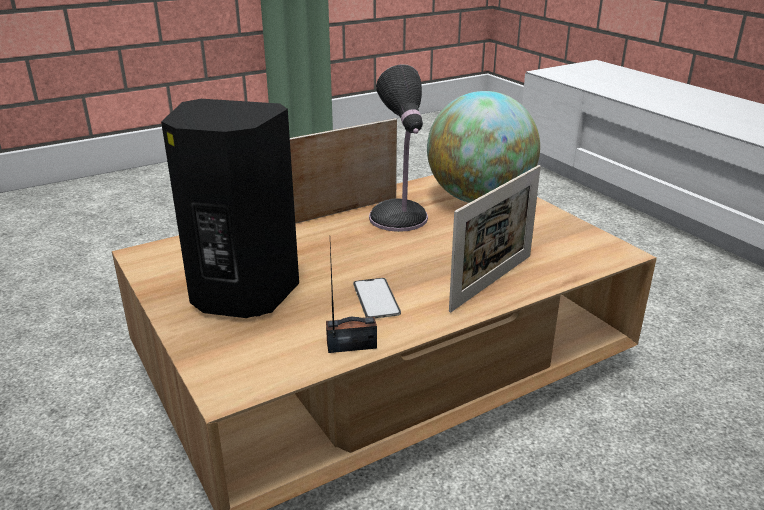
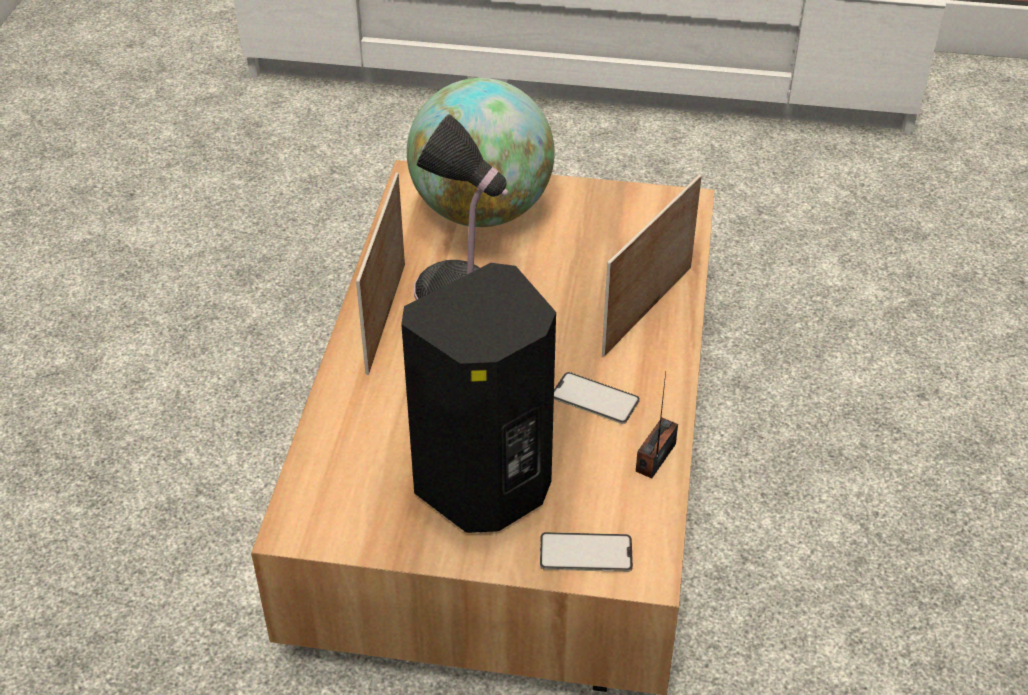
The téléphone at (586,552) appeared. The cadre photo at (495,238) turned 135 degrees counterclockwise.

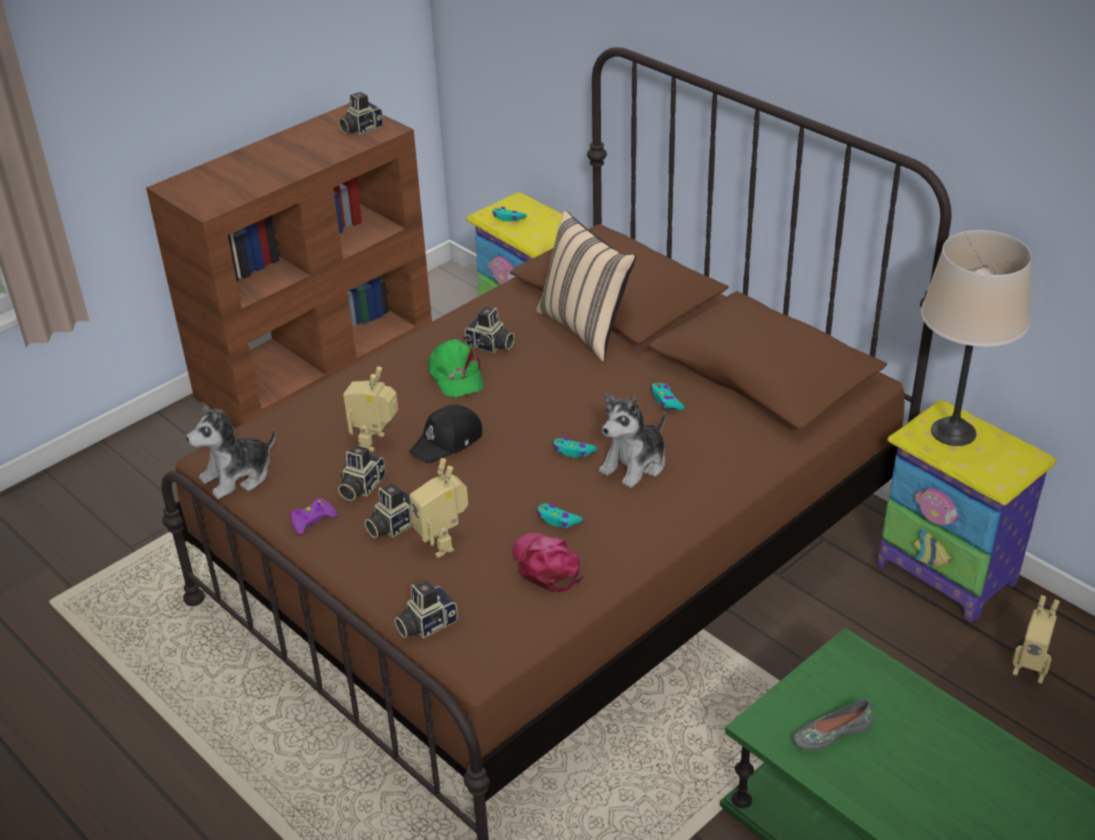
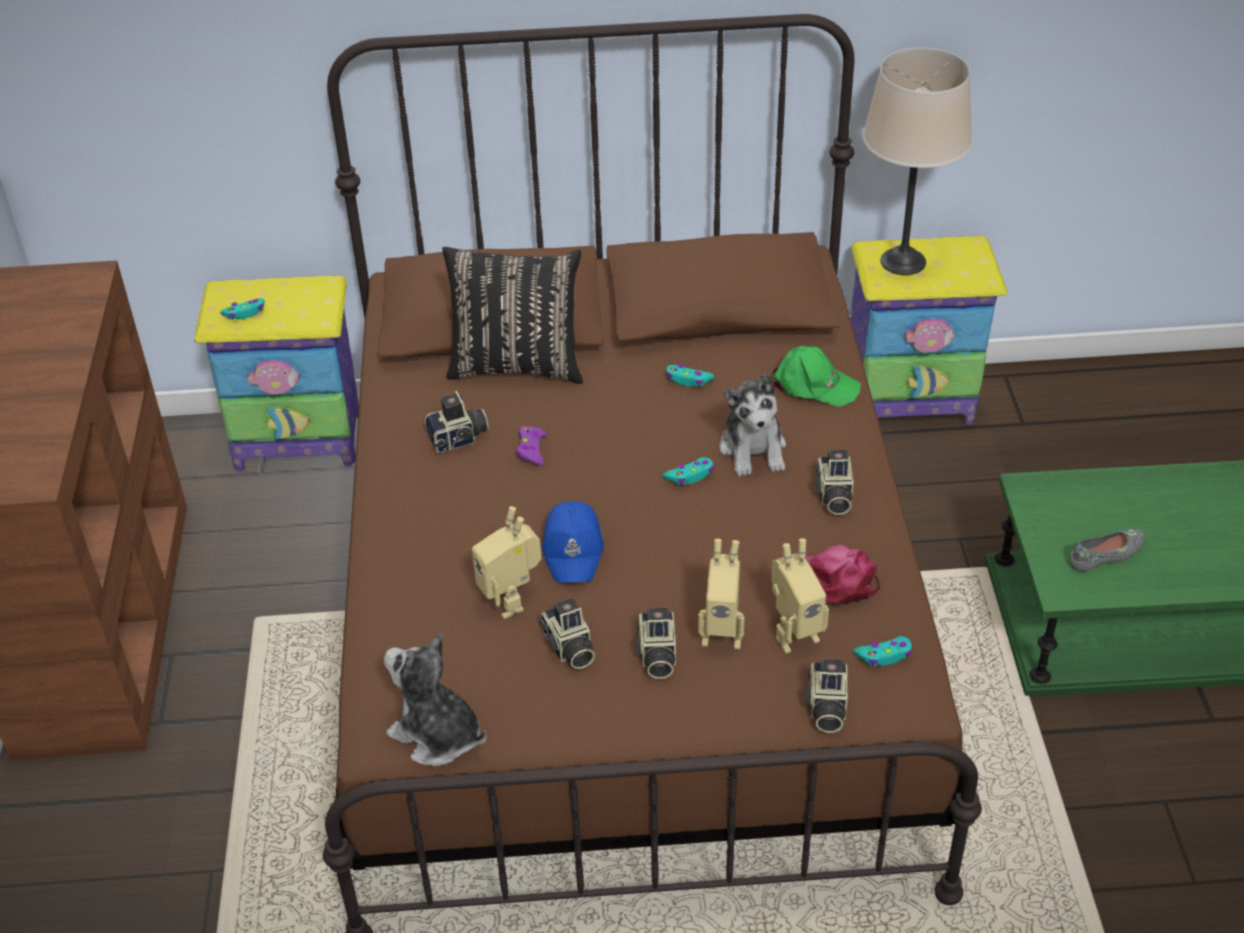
The peluche at (231,450) turned 120 degrees clockwise. The coussin/beige at (586,286) became the coussin/noir at (512,315). The manette/violet moved from (313,516) to (531,446). The casquette/noir at (445,434) became the casquette/bleu at (573,542). The robot jouet moved from (1036,639) to (800,596). The casquette/vert moved from (455,368) to (816,376). The appareil photo moved from (361,113) to (834,482). The manette/turquoise moved from (560,515) to (883,651). The chaussure/gris at (833,724) turned 135 degrees counterclockwise.

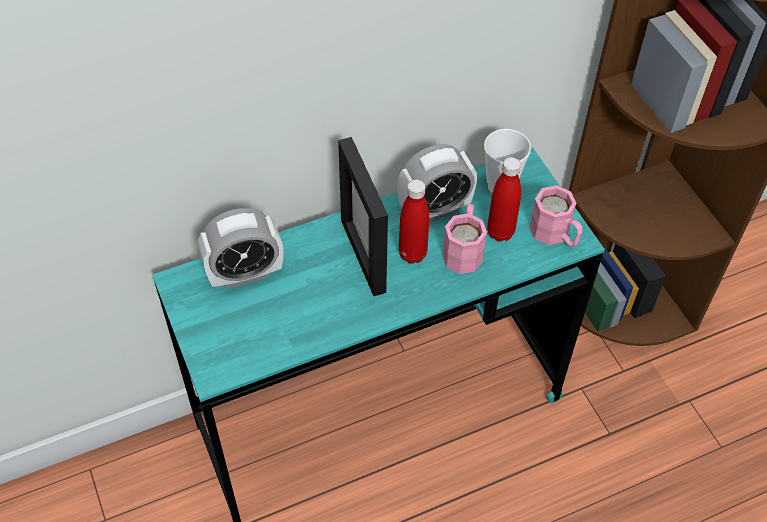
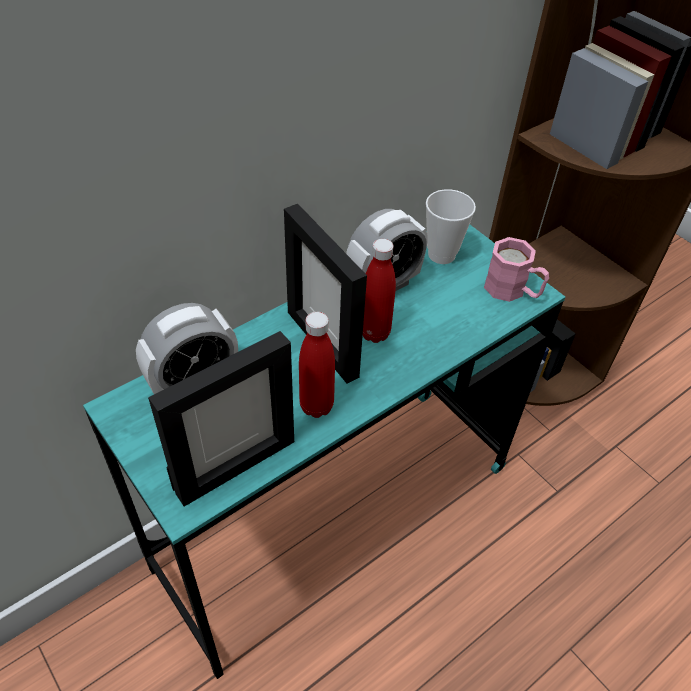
The cadre photo at (221,419) appeared. The bouteille/rouge moved from (504,199) to (317,365). The mug/rose at (464,239) disappeared.

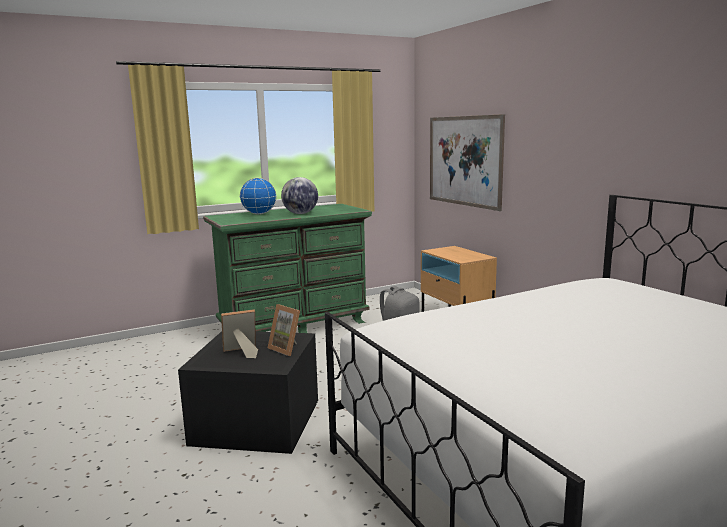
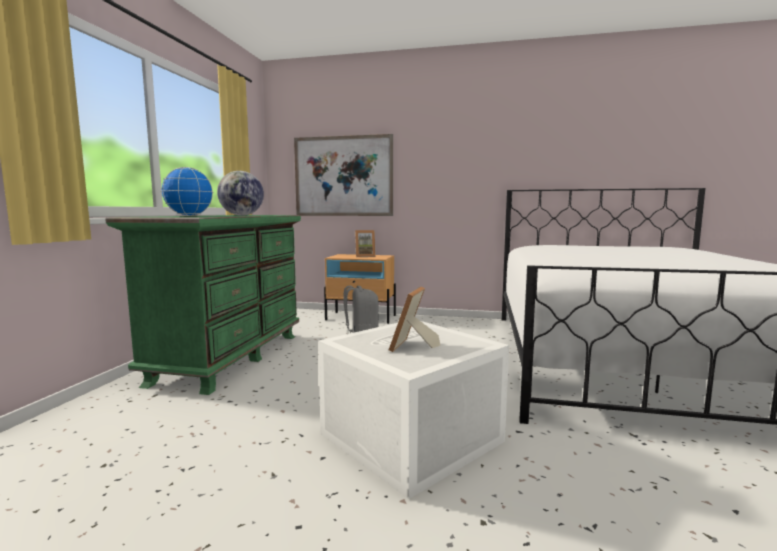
The boîte de rangement/noir at (248,392) became the boîte de rangement/blanc at (413,410). The cadre photo moved from (284,330) to (365,243).

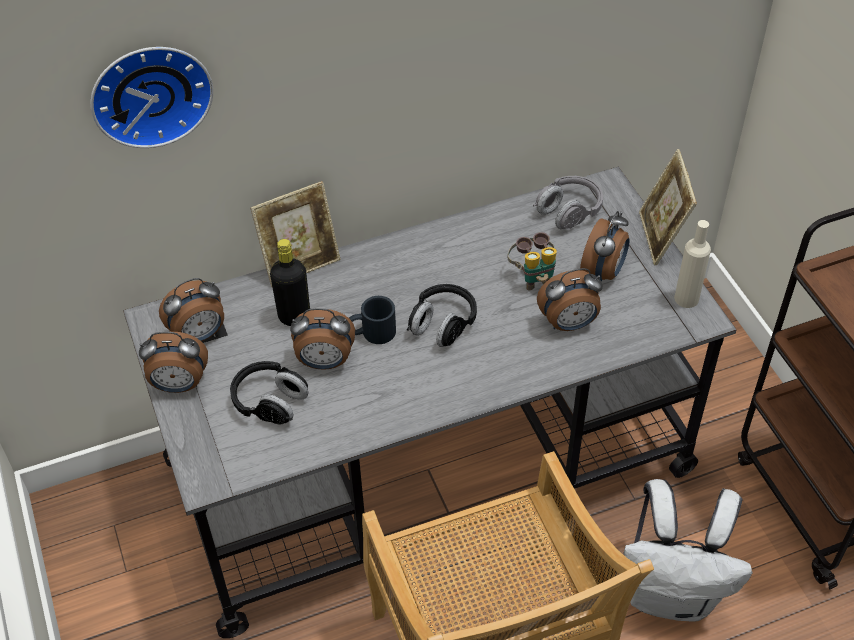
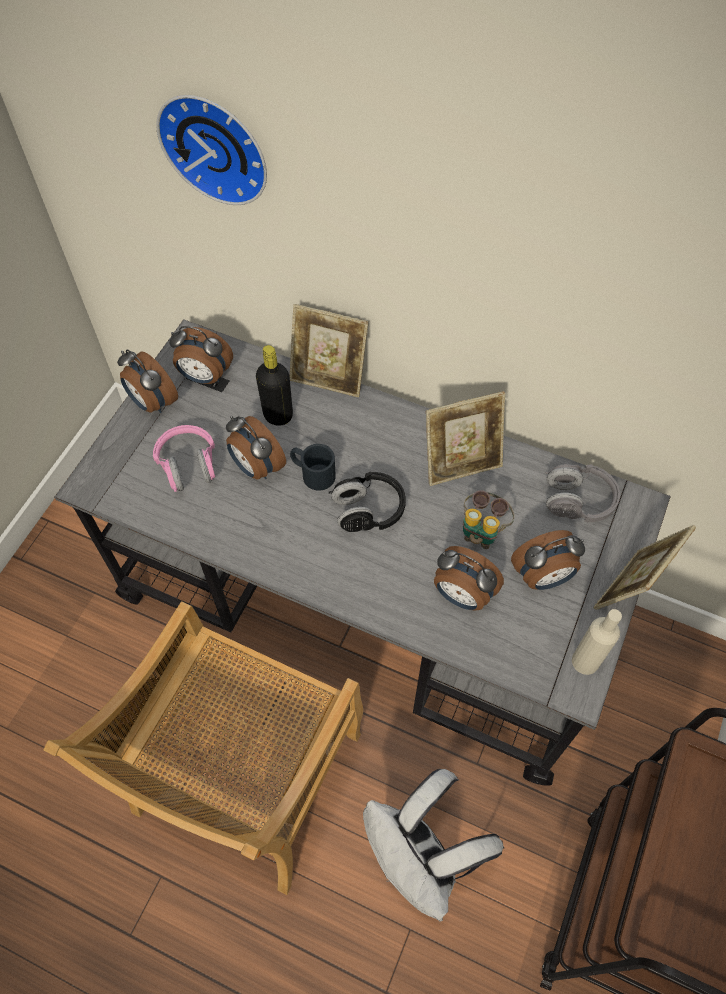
The casque audio/noir at (269,393) became the casque audio/rose at (184,458). The cadre photo at (465,438) appeared.

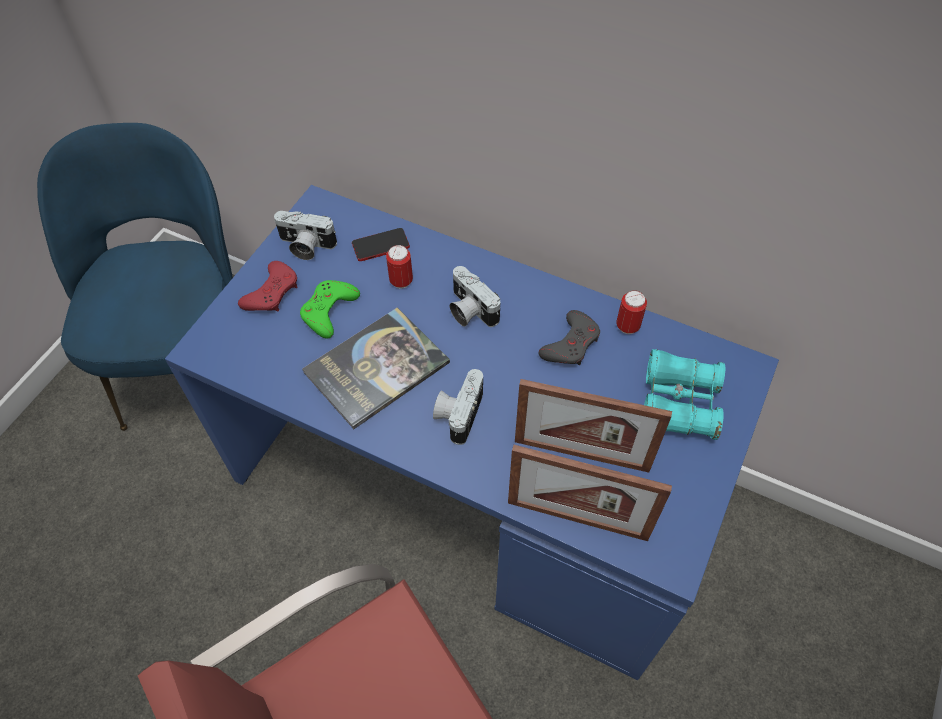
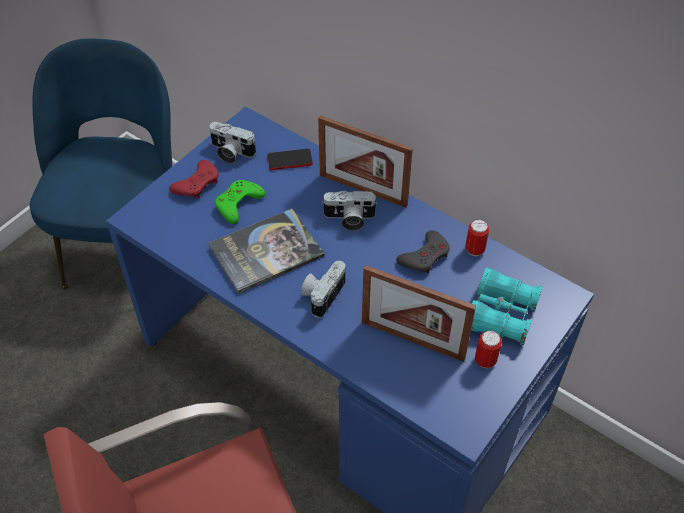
The cadre photo moved from (590,493) to (365,161). The appareil photo at (475,296) turned 60 degrees counterclockwise. The boîte métallique moved from (399,267) to (488,349).

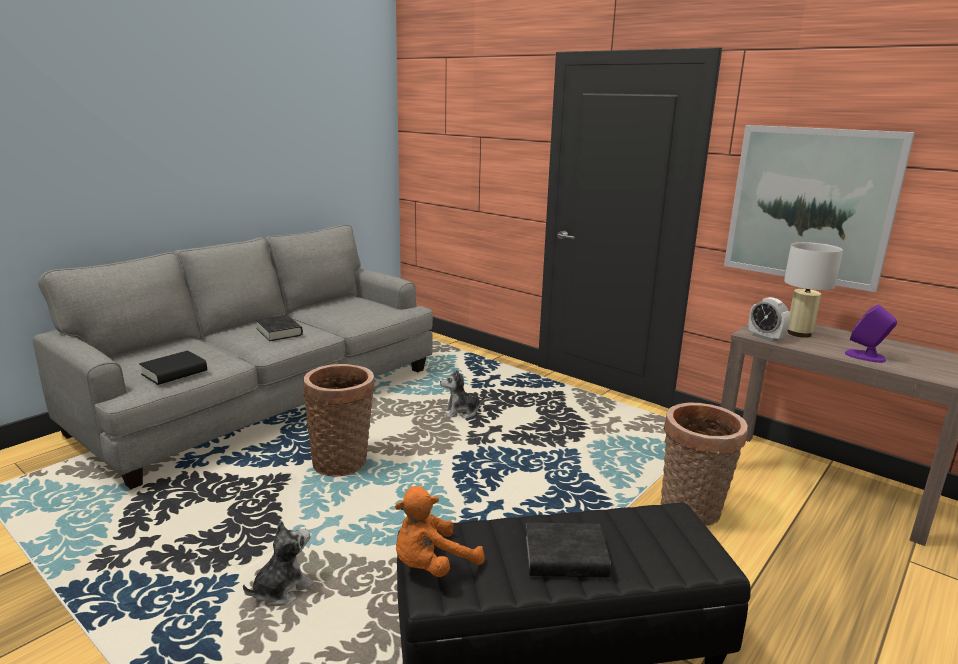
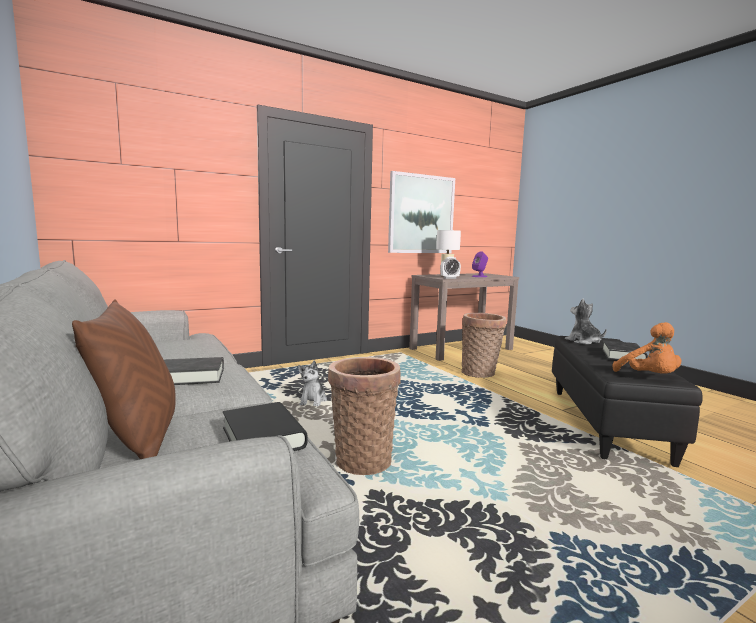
The coussin/marron at (124,379) appeared. The peluche moved from (278,563) to (586,322).

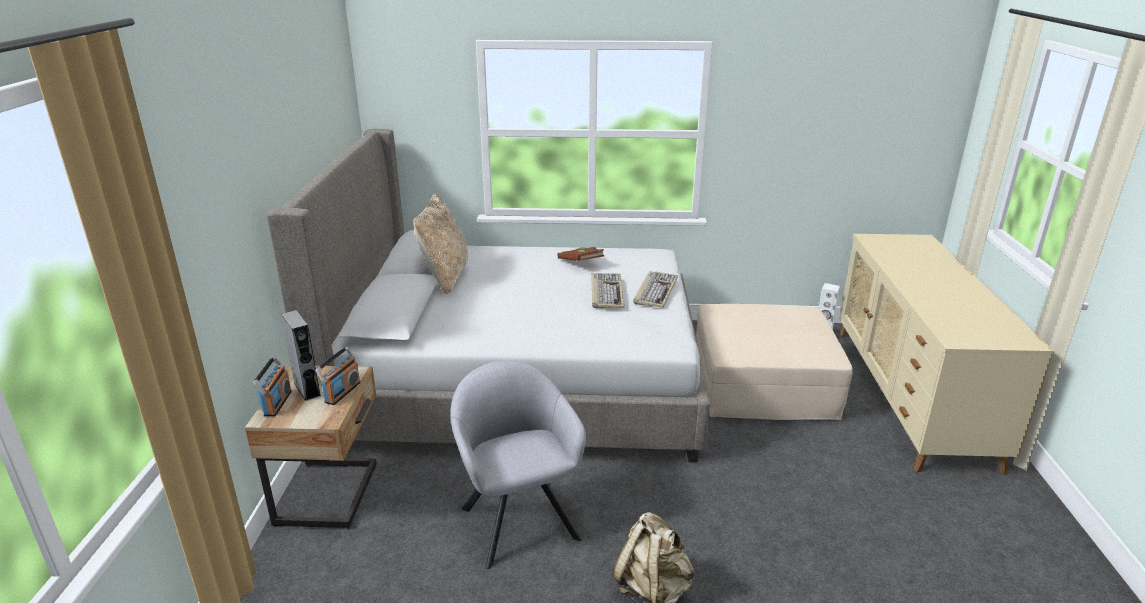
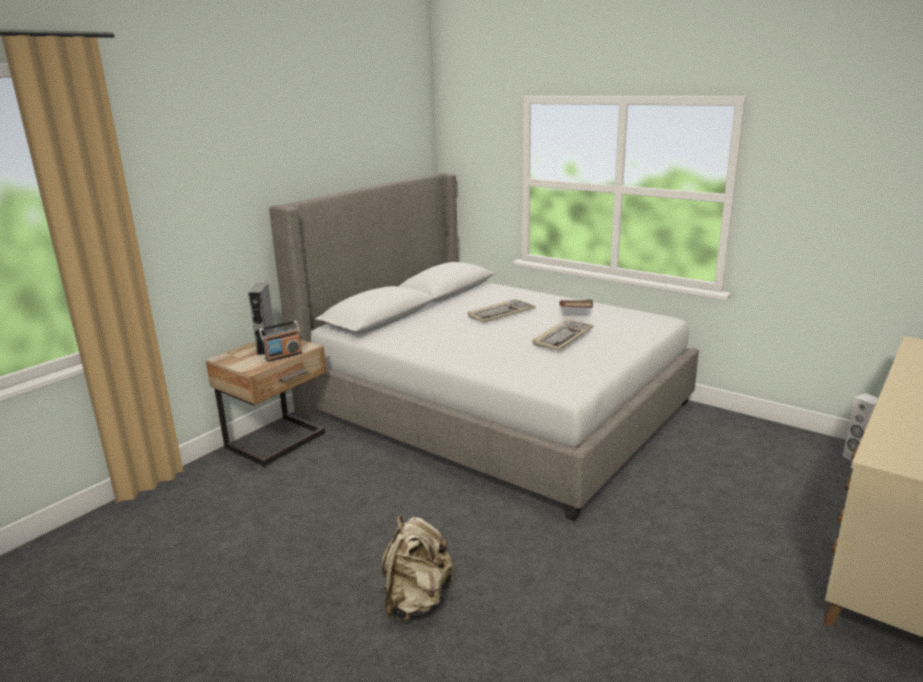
The clavier moved from (655,289) to (501,311). The radio at (272,386) disappeared. The coussin/beige at (440,244) disappeared. The fauteuil/gris at (518,464) disappeared. The pouf/beige at (774,362) disappeared.

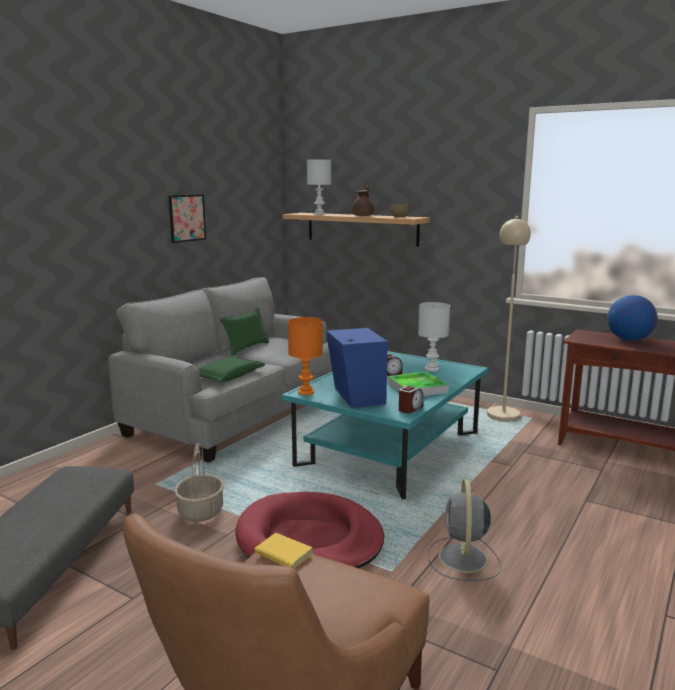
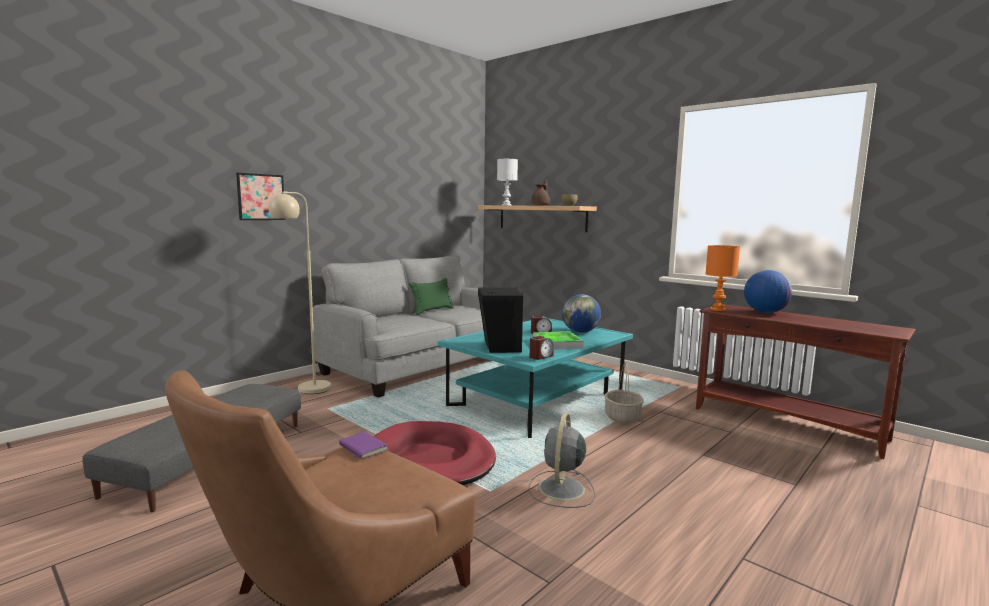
The tableau moved from (187,218) to (260,196). The lampadaire/beige moved from (509,318) to (300,292). The livre/jaune at (284,550) became the livre/violet at (363,445). The enceinte/bleu at (357,367) became the enceinte/noir at (500,320). The lampe de table/blanc at (434,336) was replaced by the globe at (581,313). The panier moved from (199,482) to (624,393). The lampe de table/orange moved from (305,356) to (723,278). The coussin/vert at (232,369) disappeared.

